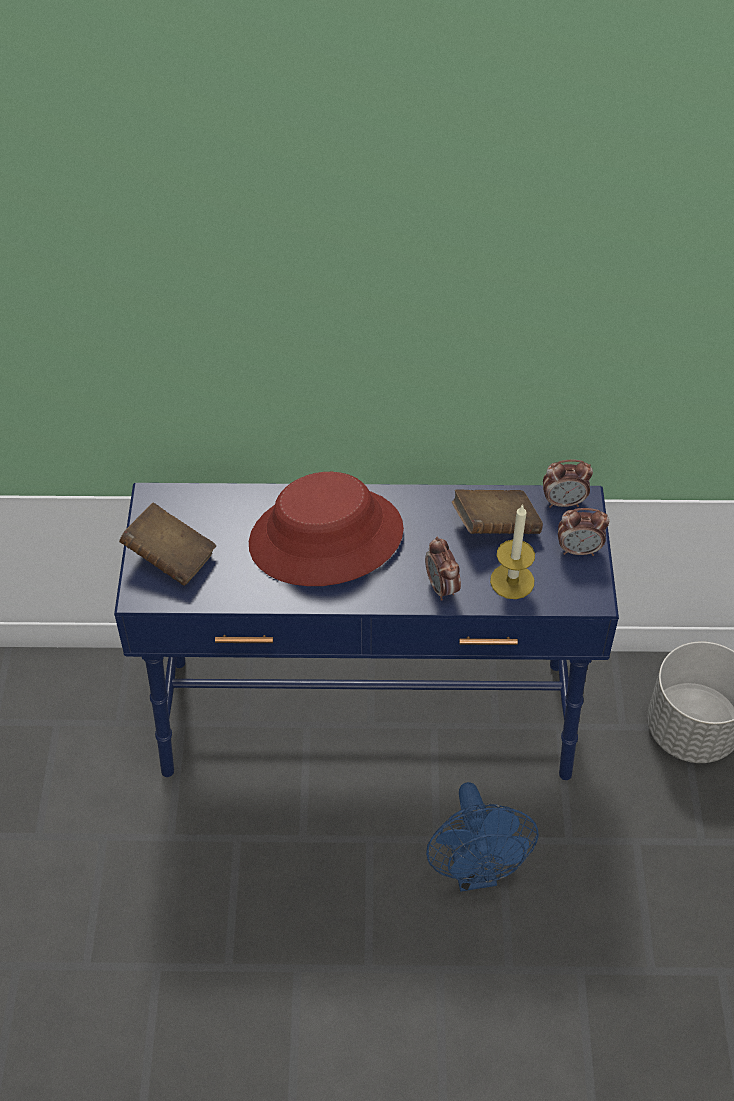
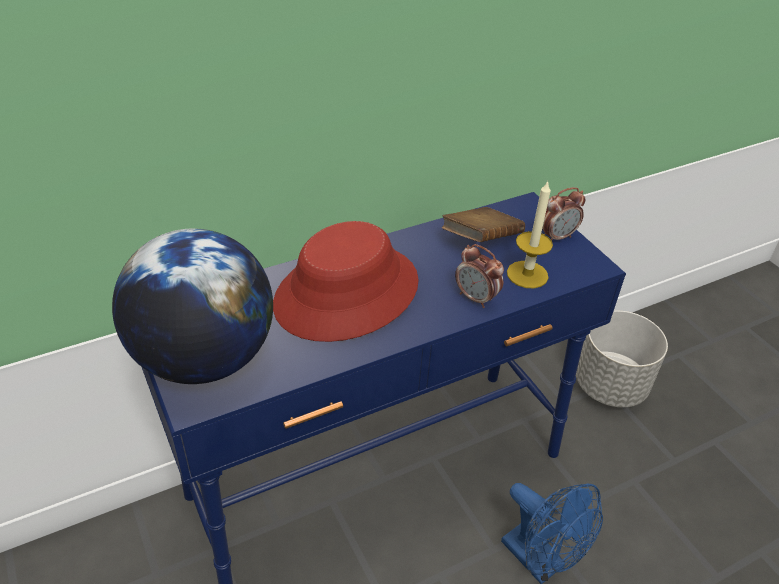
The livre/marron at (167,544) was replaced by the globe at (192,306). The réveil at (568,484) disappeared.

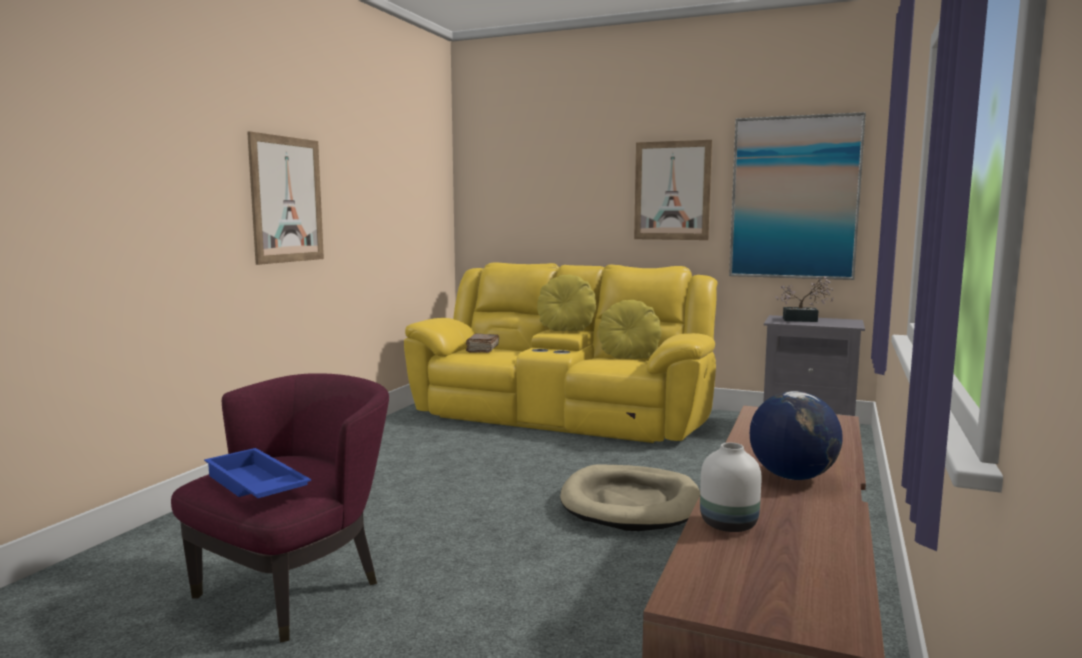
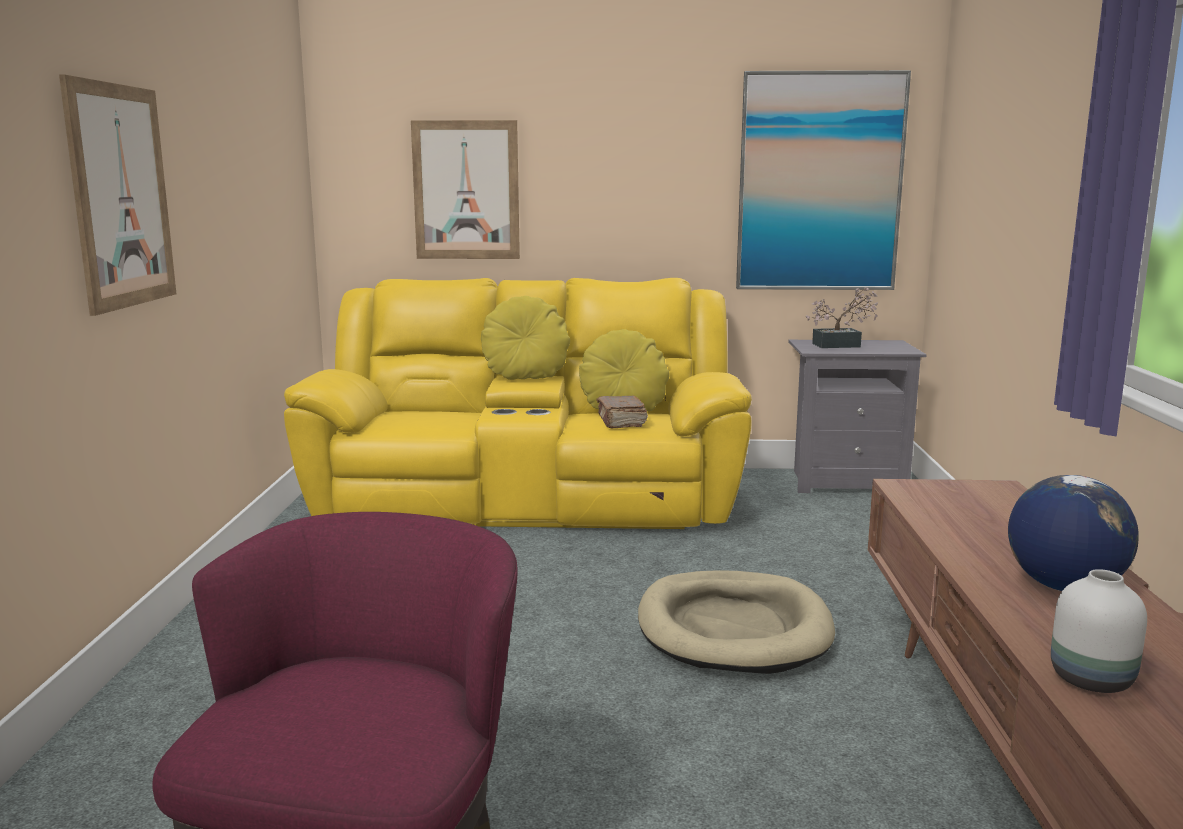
The tableau moved from (673,190) to (465,189). The livre/marron moved from (482,343) to (622,412). The plateau/bleu at (257,473) disappeared.

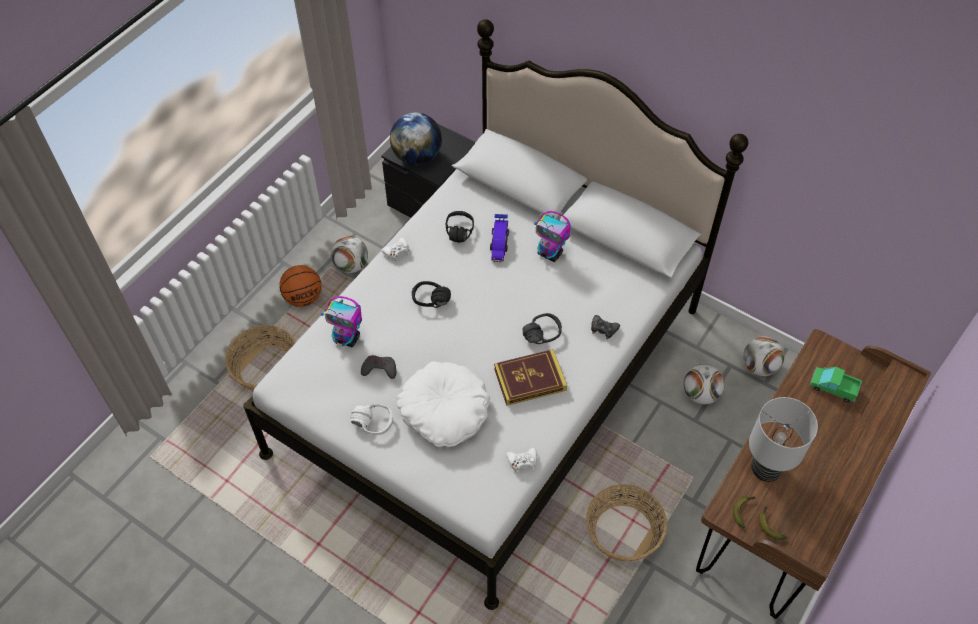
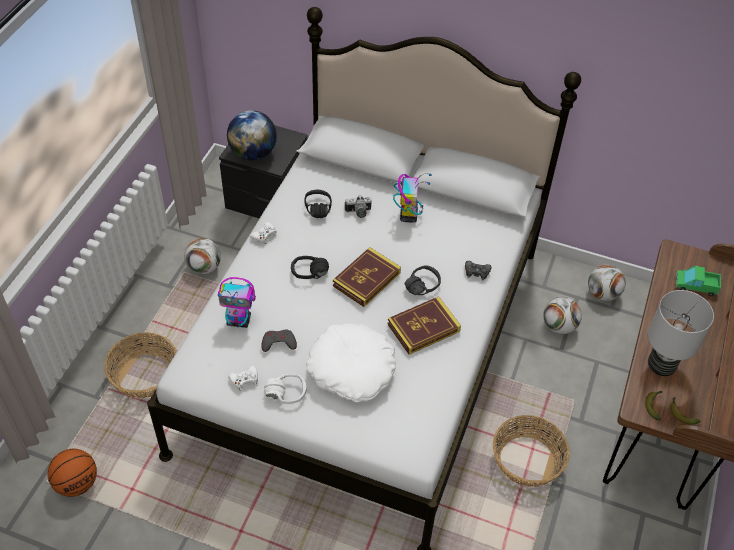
The ballon de basket moved from (300,286) to (72,473). The manette/blanc moved from (521,460) to (243,378). The livre at (367,277) appeared. The petite voiture at (499,238) was replaced by the appareil photo at (358,206). The robot jouet at (552,236) turned 105 degrees counterclockwise.

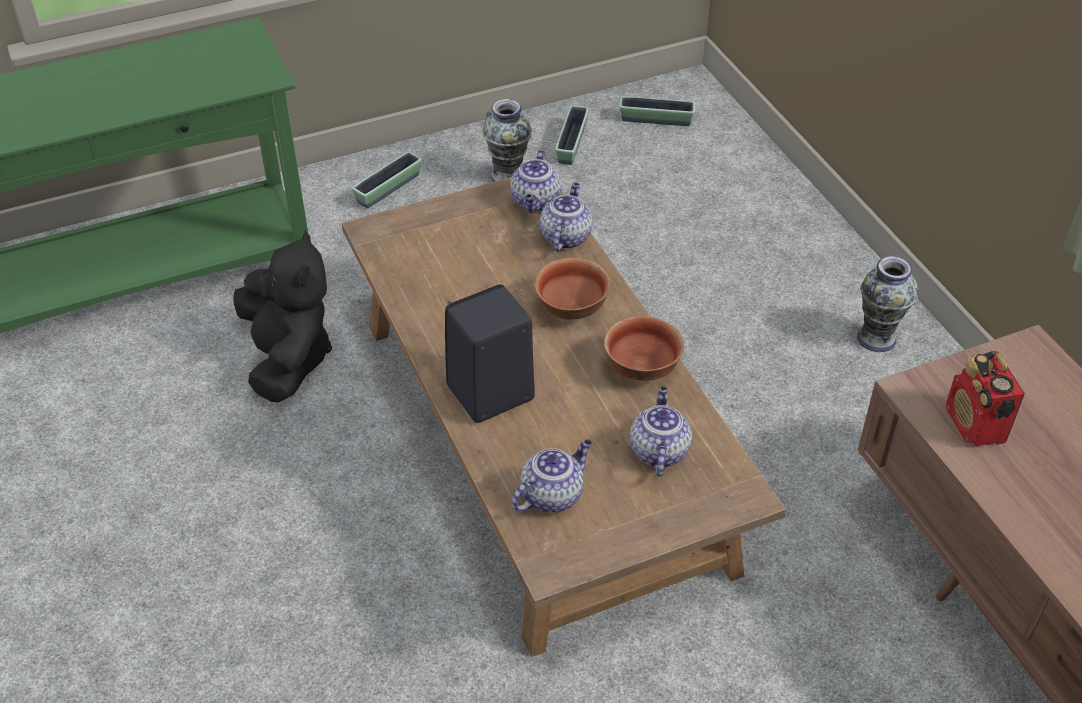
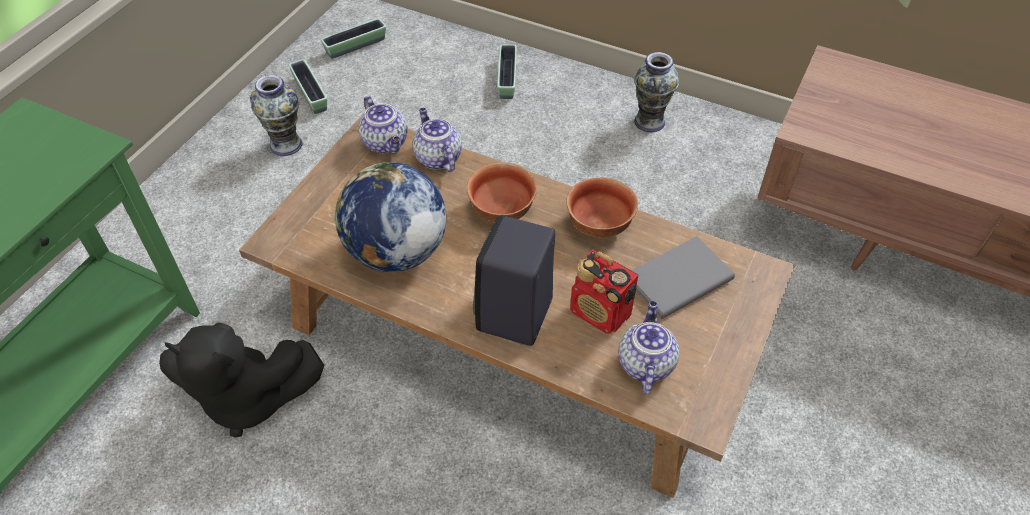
The peluche/noir at (283,316) turned 150 degrees clockwise. The globe at (390,217) appeared. The cache-pot moved from (387,179) to (507,72). The radio moved from (985,398) to (604,291). The théière at (661,431) was replaced by the livre/gris at (683,277).

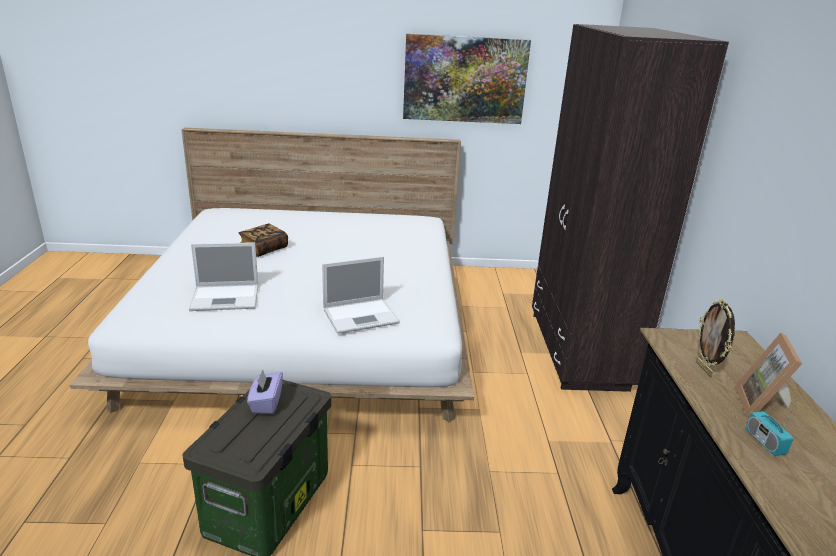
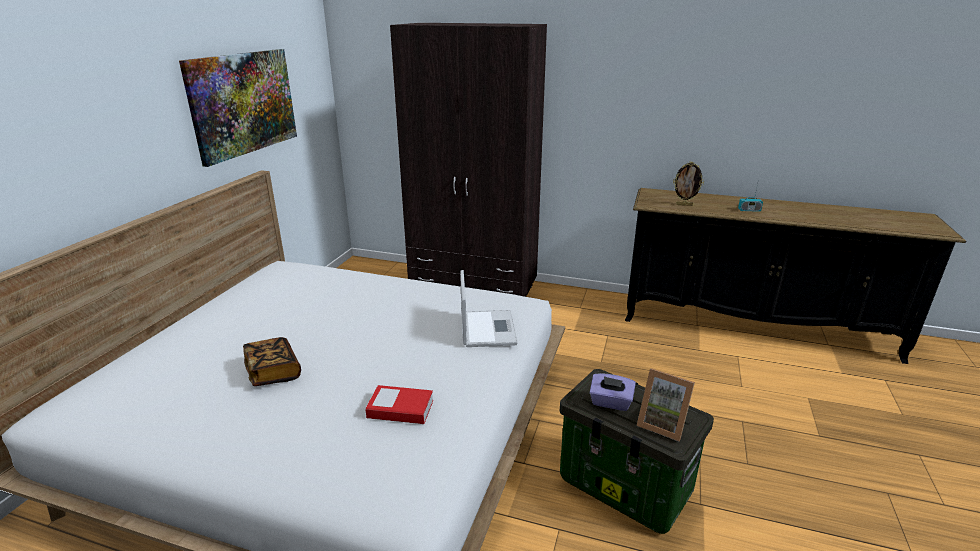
The ordinateur portable at (223,276) was replaced by the livre at (399,404). The cadre photo moved from (768,375) to (665,405).

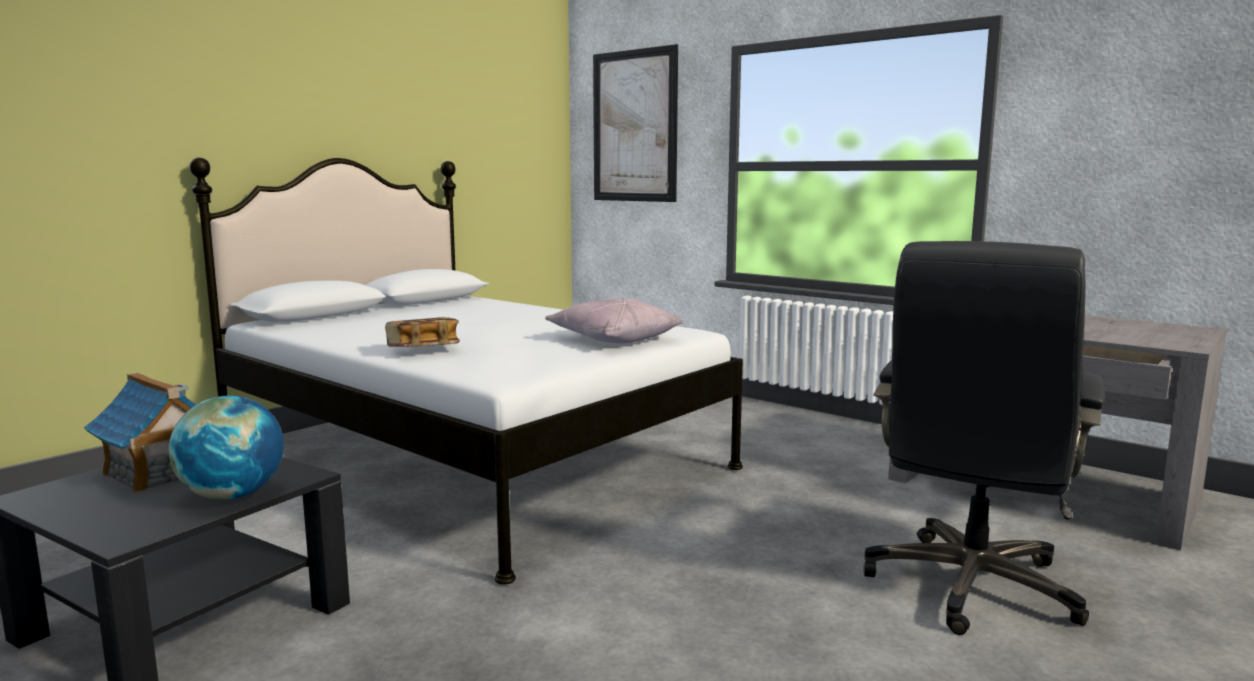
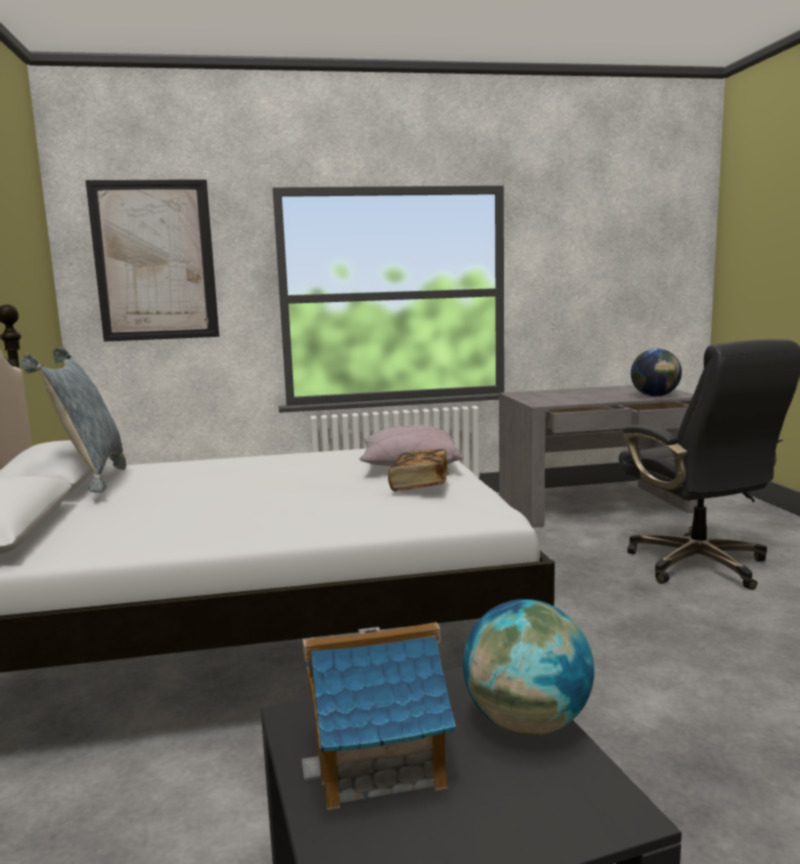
The coussin at (73,419) appeared. The livre moved from (422,332) to (418,470). The globe at (656,373) appeared.

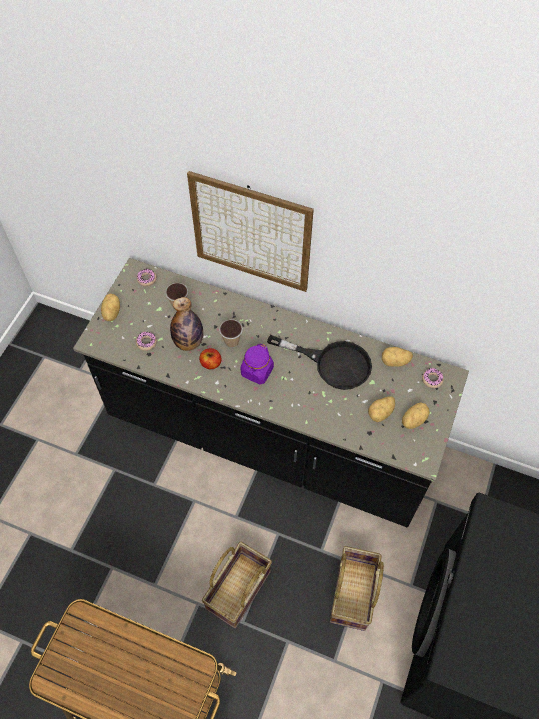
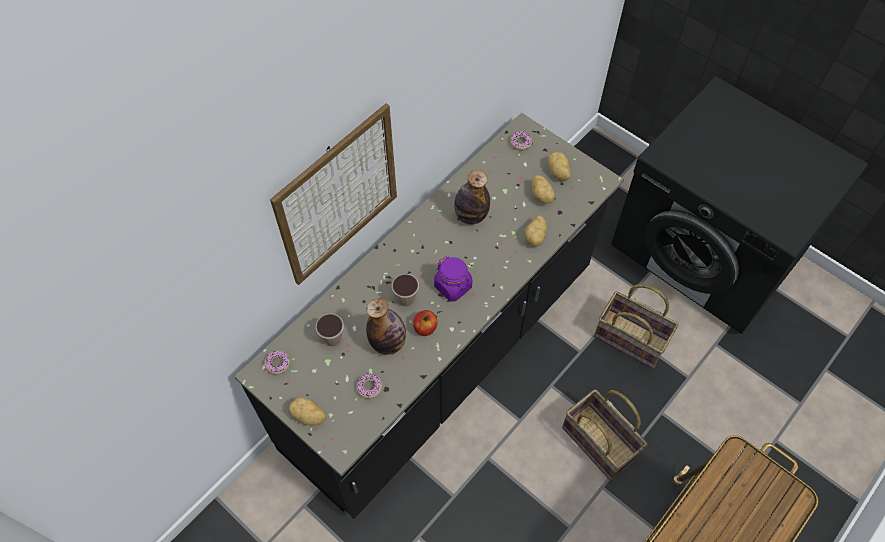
The poêle/noir at (319,362) was replaced by the bouteille at (472,197). The pomme de terre moved from (397,357) to (536,230).

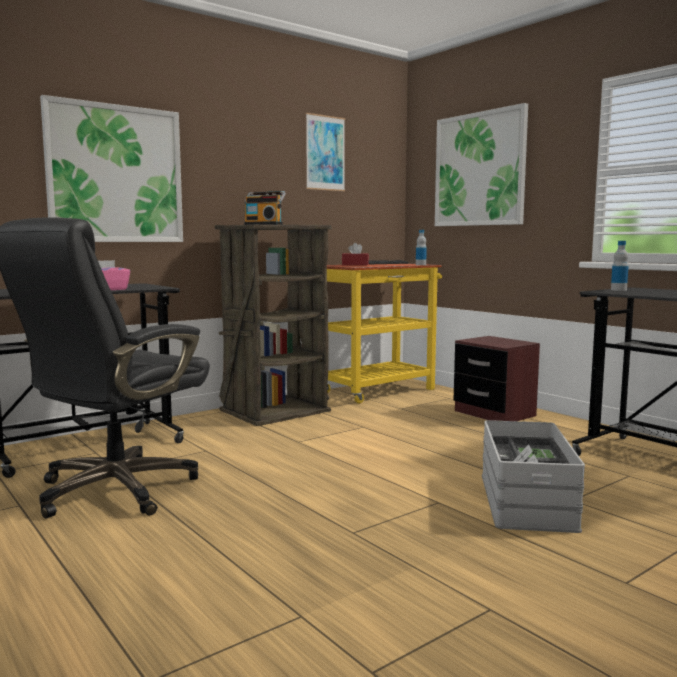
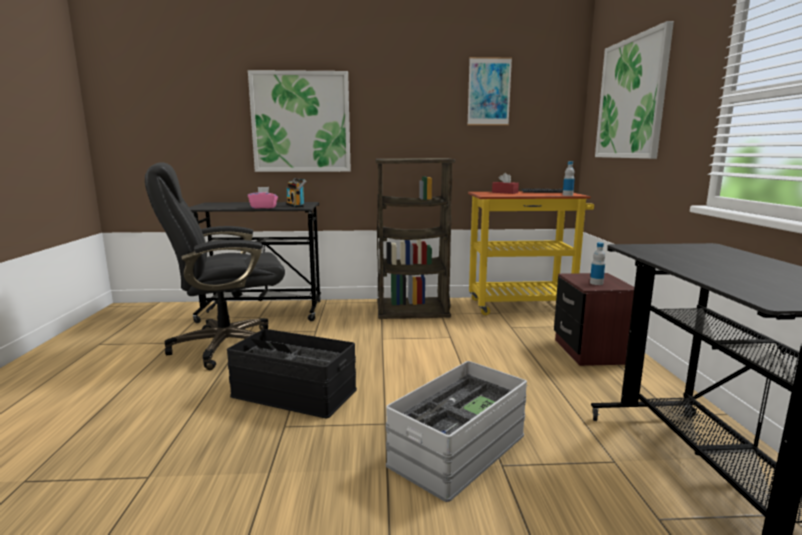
The boîte de rangement/noir at (292,373) appeared. The radio moved from (265,208) to (296,193). The bouteille moved from (619,266) to (597,263).

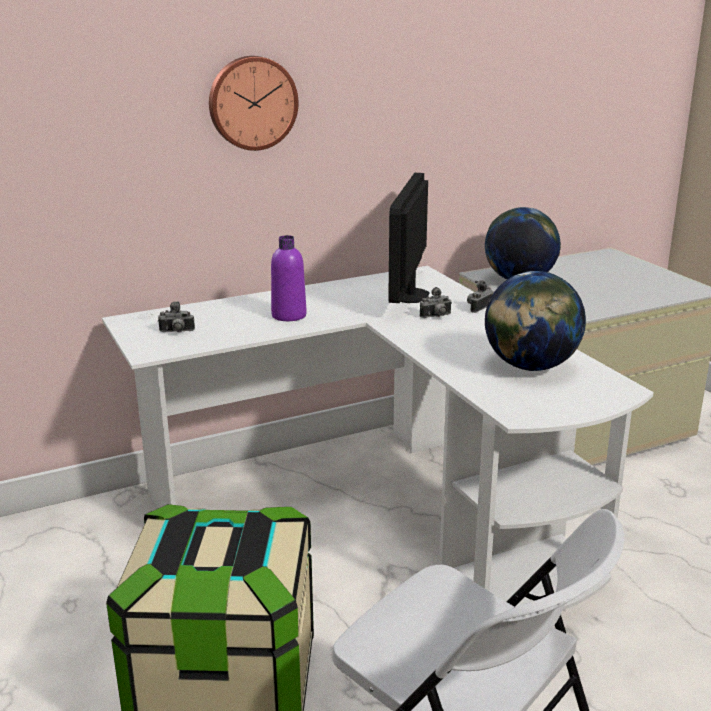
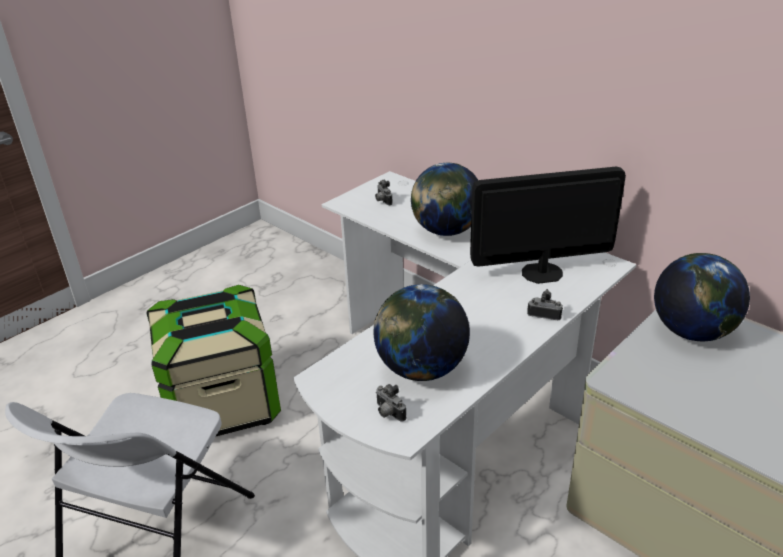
The appareil photo moved from (436,302) to (391,402). The bouteille/violet at (289,278) was replaced by the globe at (444,199). The horloge murale at (254,103) disappeared.

